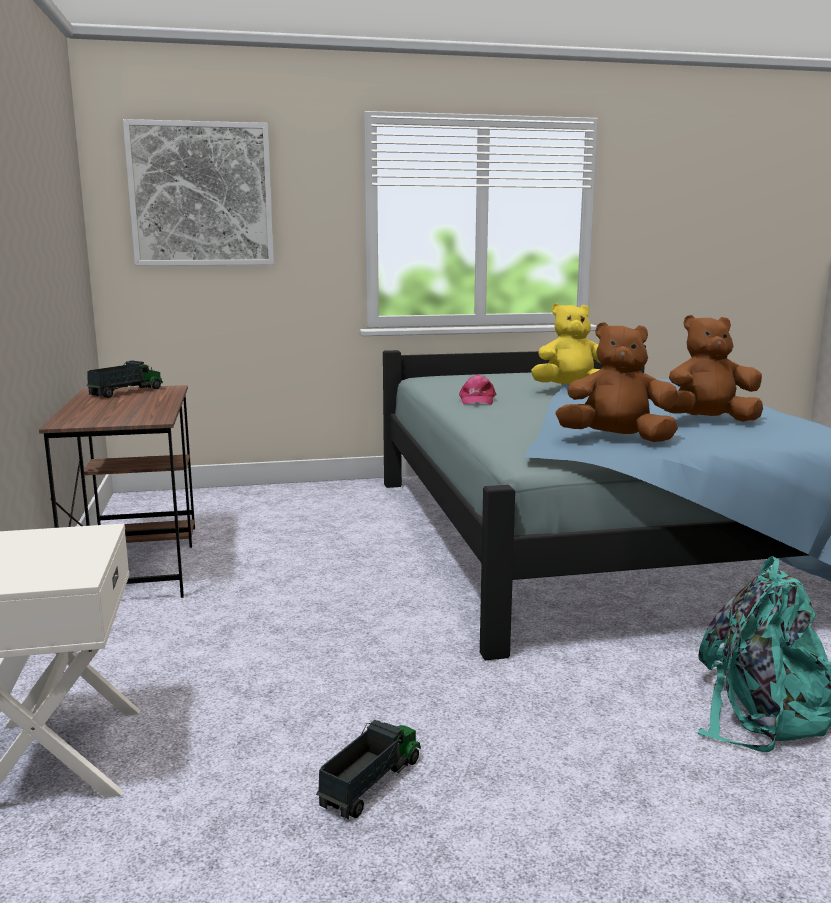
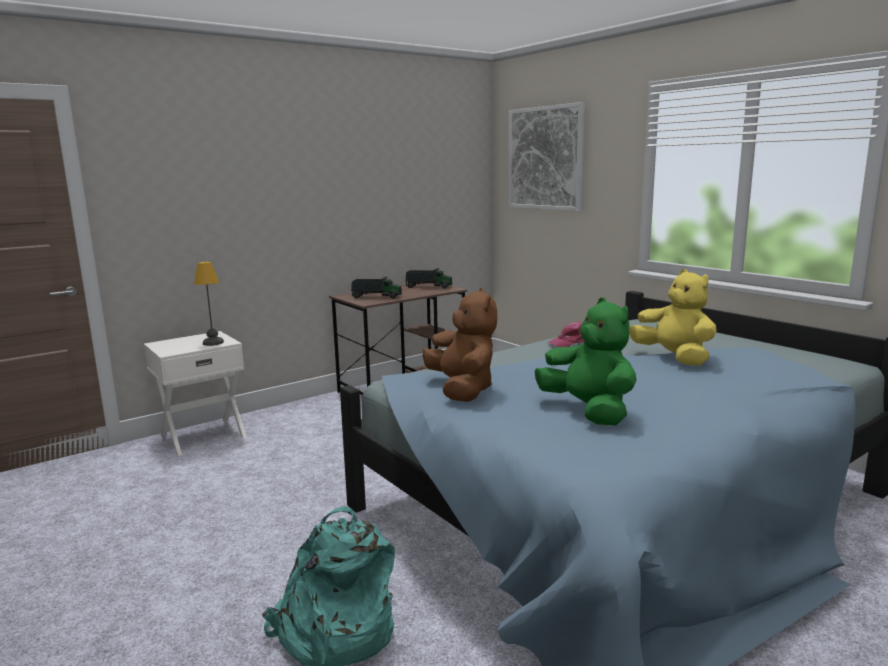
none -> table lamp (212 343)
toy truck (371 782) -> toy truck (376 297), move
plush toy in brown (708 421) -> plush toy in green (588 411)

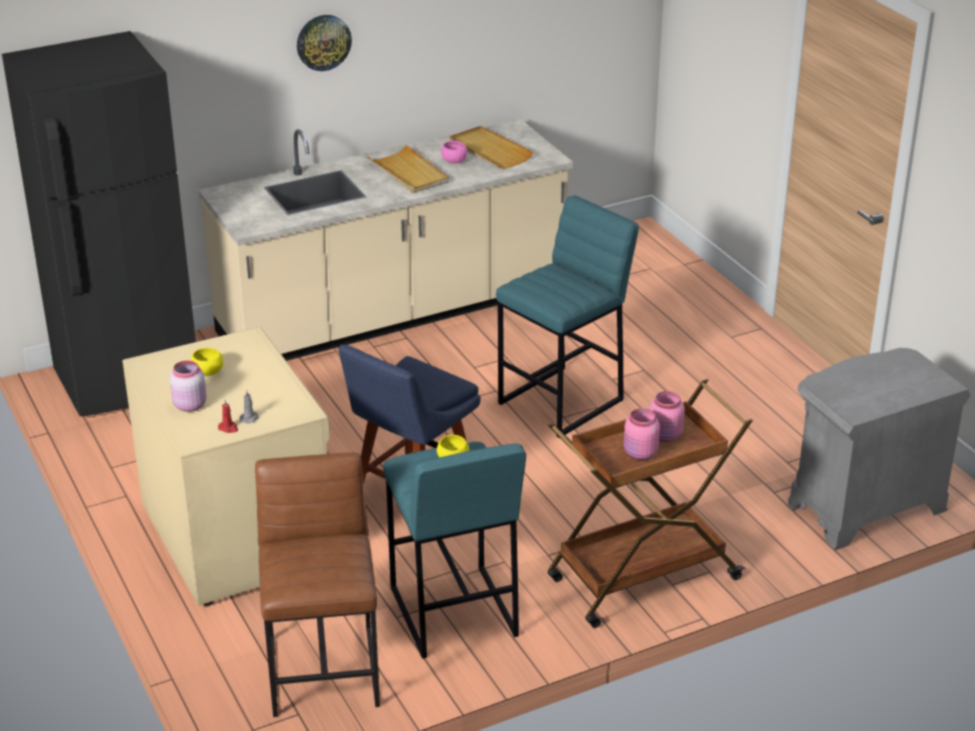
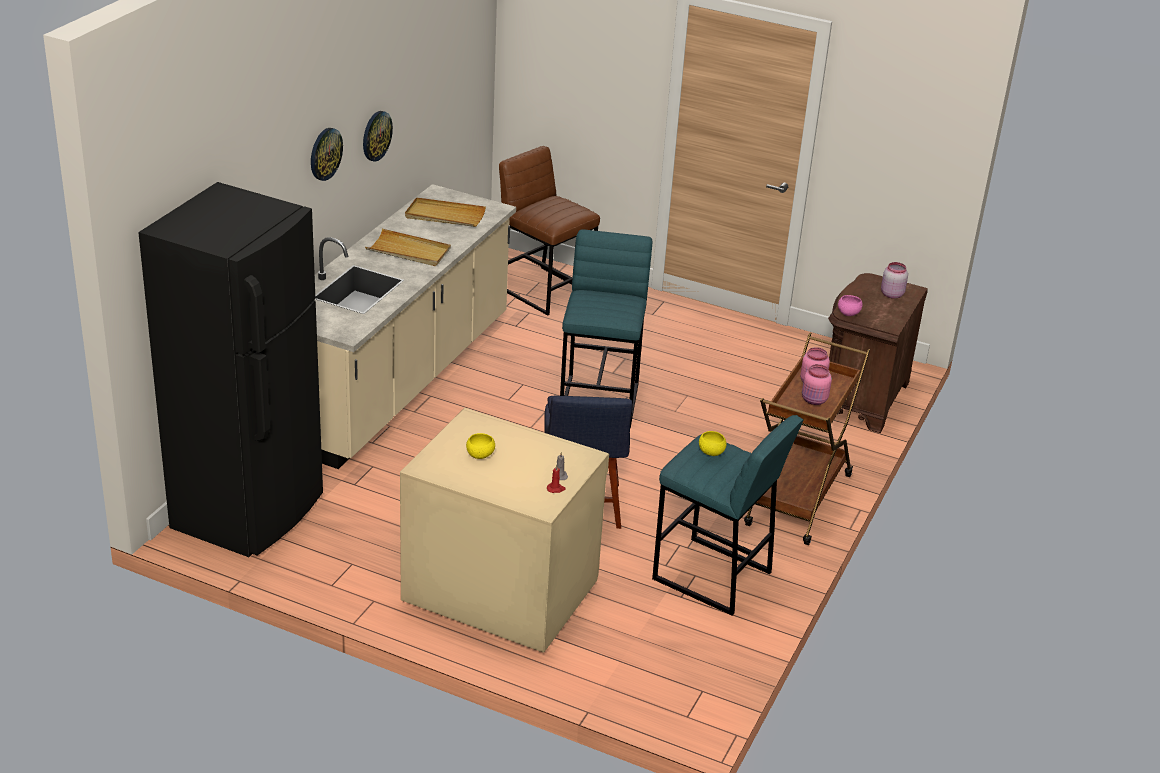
none -> wall clock (376 135)
chair in brown (323 669) -> chair in brown (544 290), move
nightstand in grey (861 504) -> nightstand in brown (859 398)
bowl in pink (454 161) -> bowl in pink (848 314), move
jar in pink (189 405) -> jar in pink (891 294), move

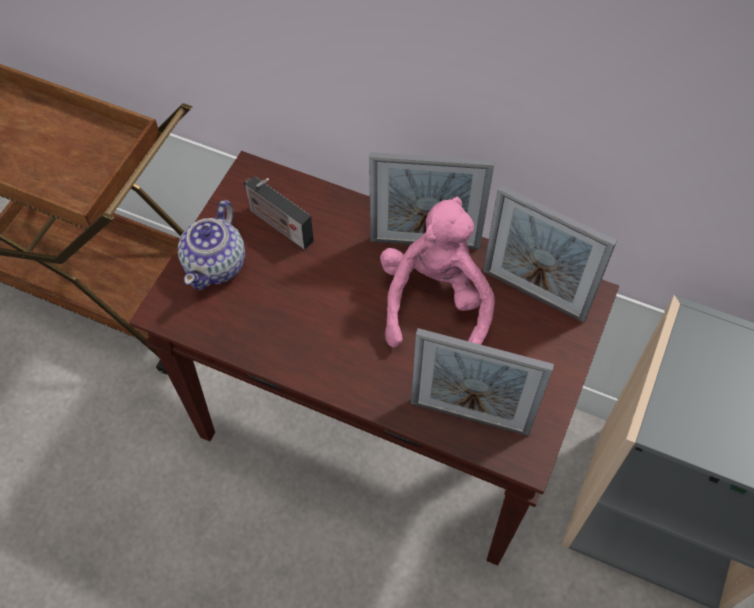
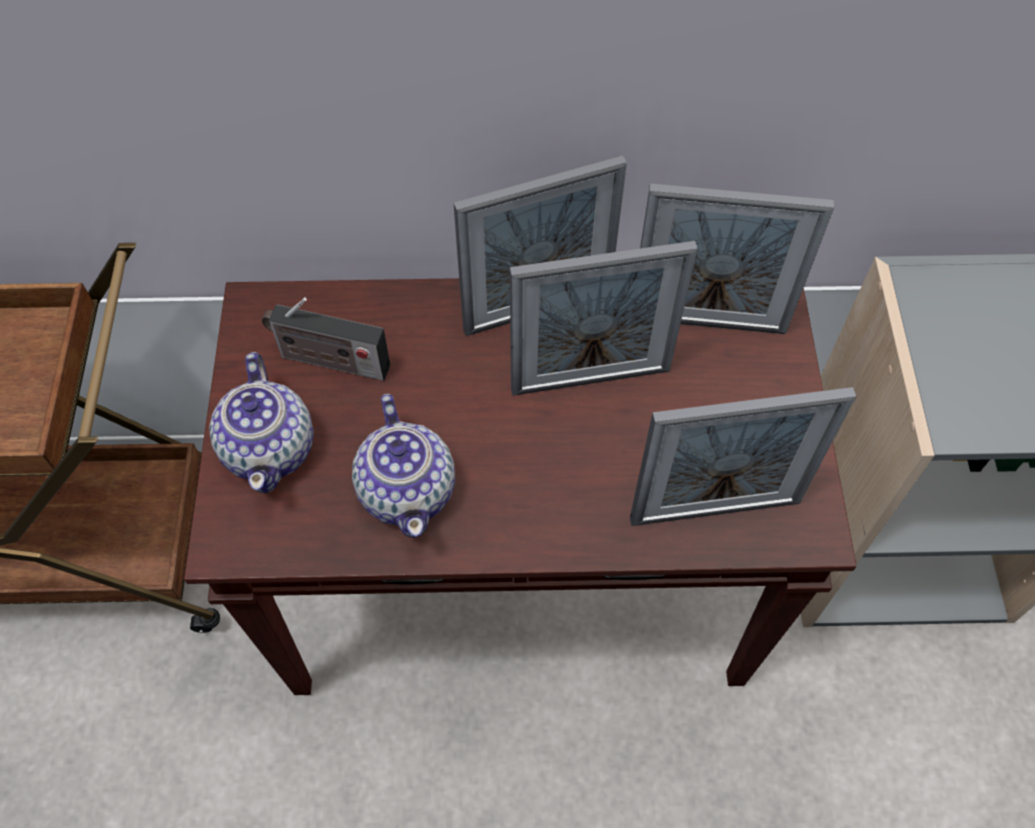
none -> teapot (408 490)
plush toy in pink (435 301) -> picture frame (590 380)

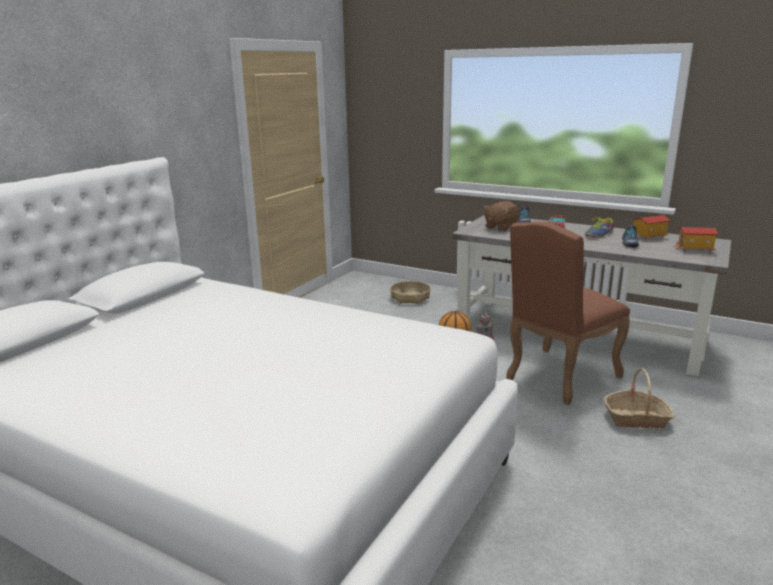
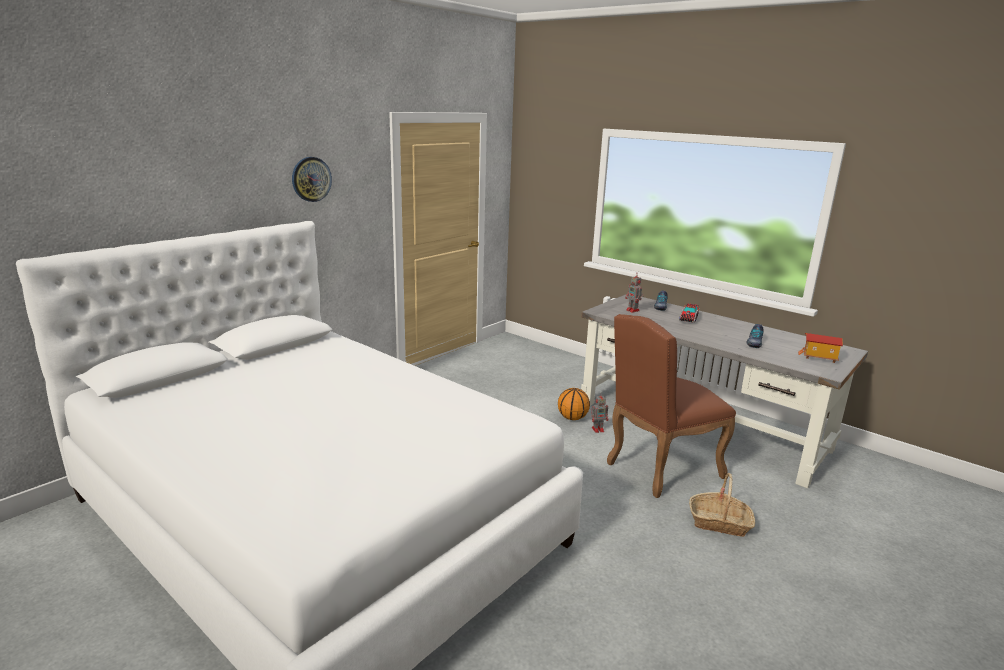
none -> wall clock (311 179)
plush toy in brown (500 227) -> toy robot (633 310)
basket (410 298) -> none
shoe (599 234) -> none
toy house (648 237) -> none

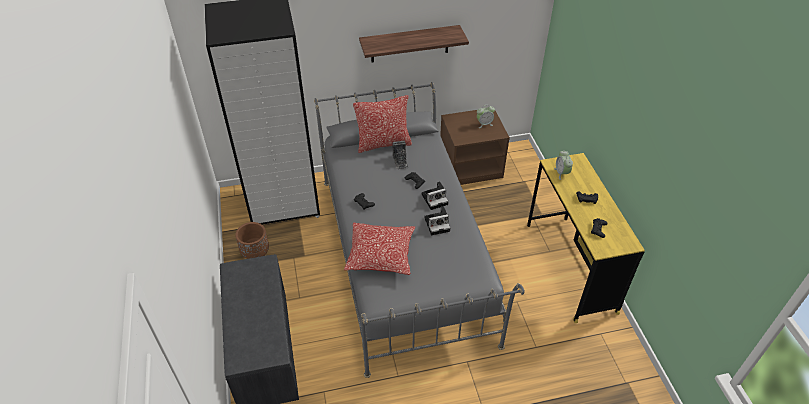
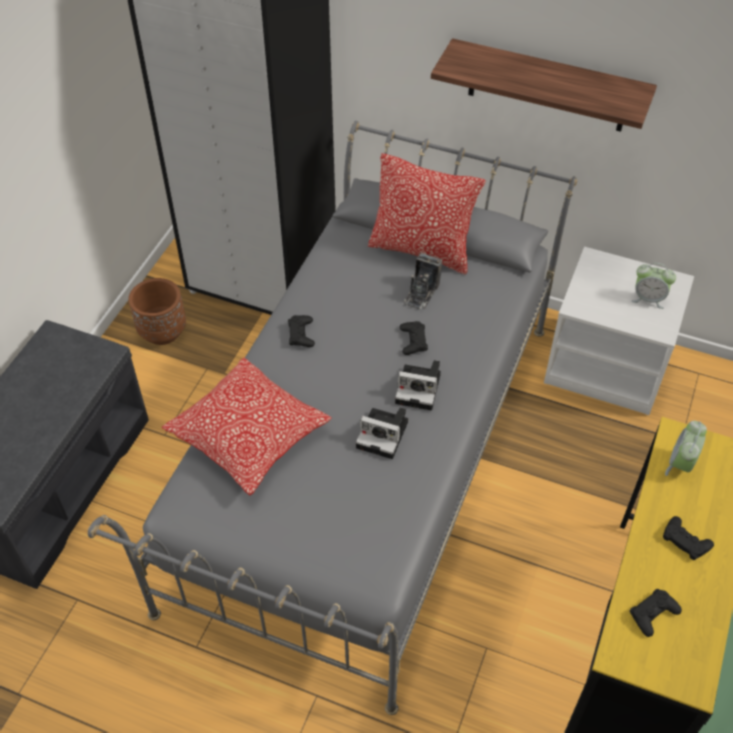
nightstand in brown (471 166) -> nightstand in white (608 365)

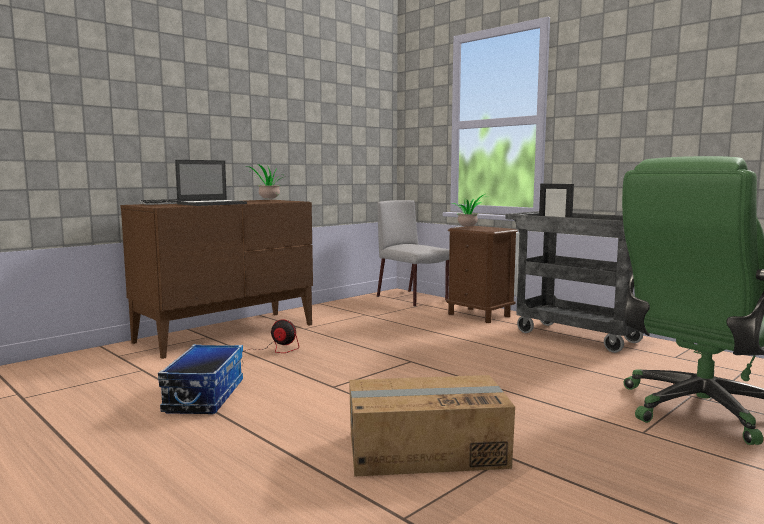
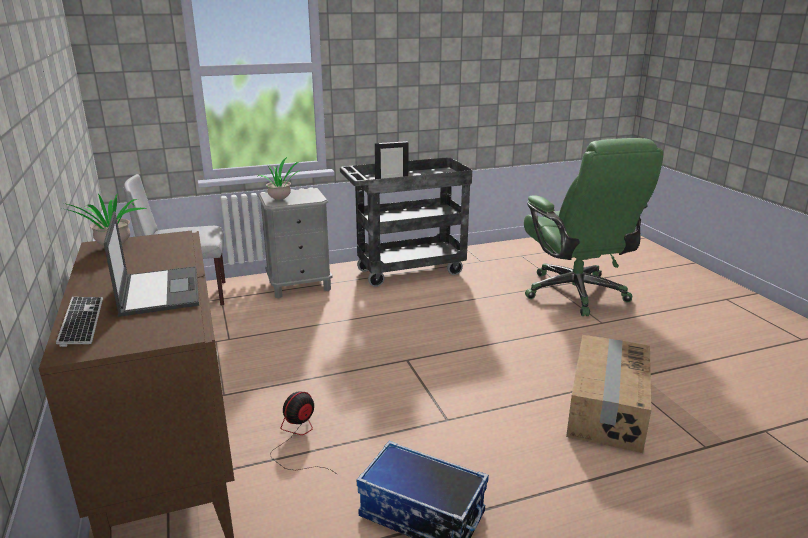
nightstand in brown (479 315) -> nightstand in grey (300 286)

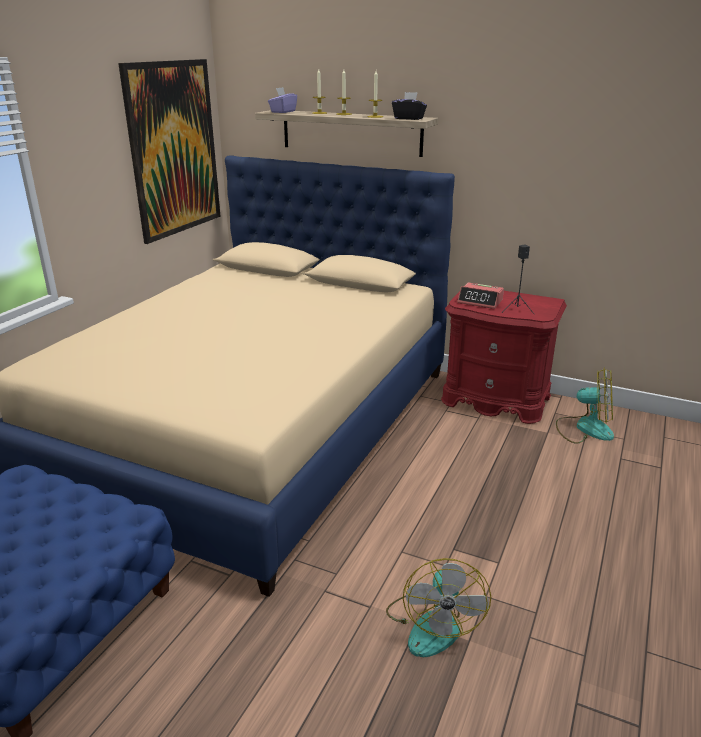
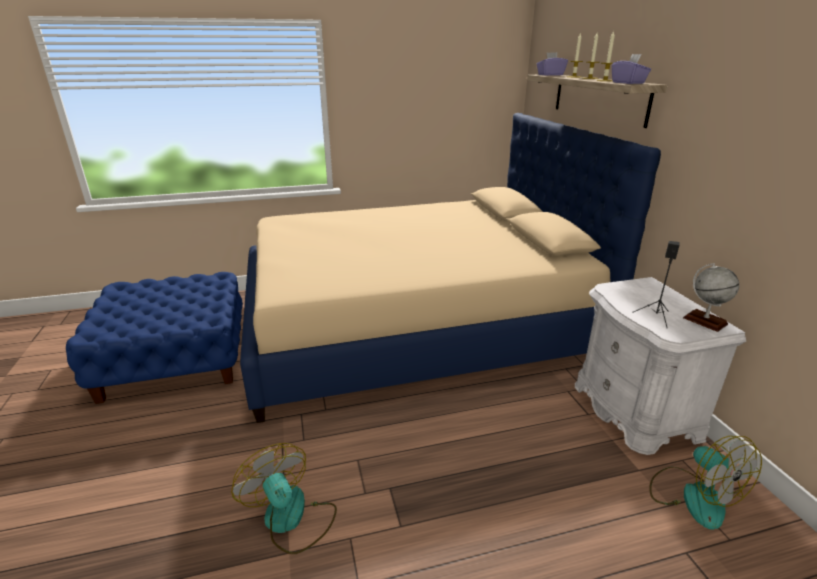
fan (432 624) -> fan (291 519), 90 degrees clockwise
nightstand in red (495 401) -> nightstand in white (630 411)
tissue box in black (409 118) -> tissue box in purple (628 83)
none -> globe (704 321)
picture (174 149) -> none
alarm clock (480 301) -> none

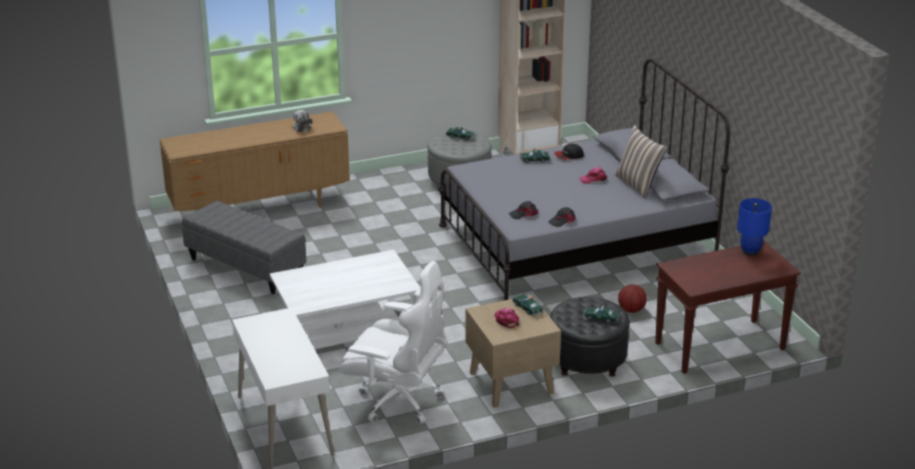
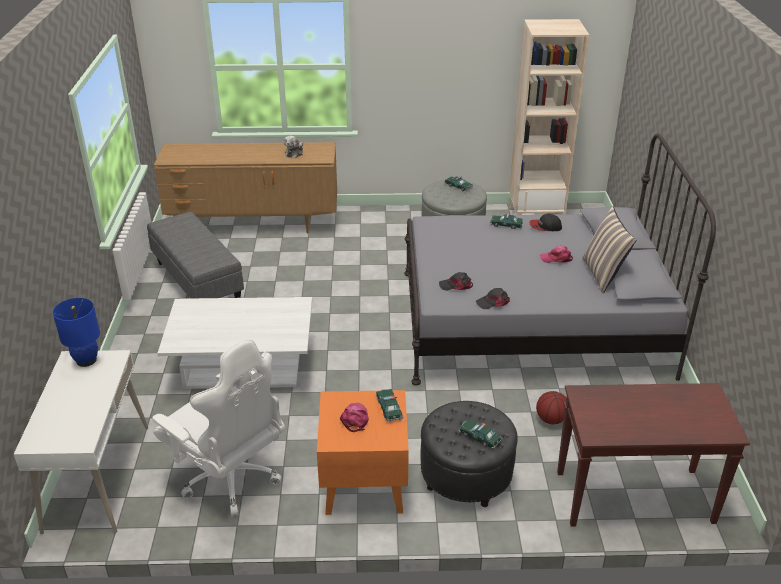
table lamp in blue (750 252) -> table lamp in blue (86 360), move
nightstand in beige (510 383) -> nightstand in orange (363 485)

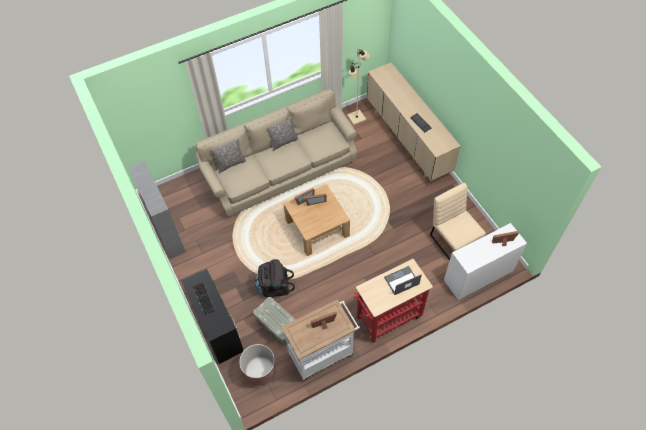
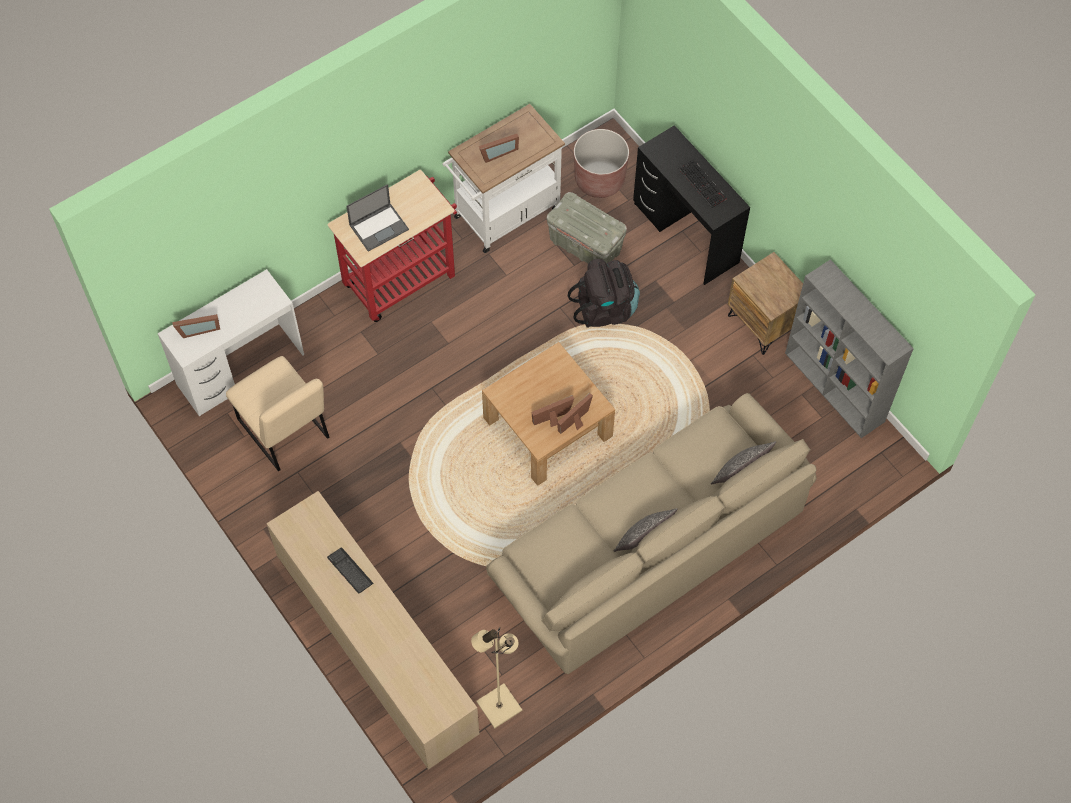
none -> nightstand in brown (764 322)

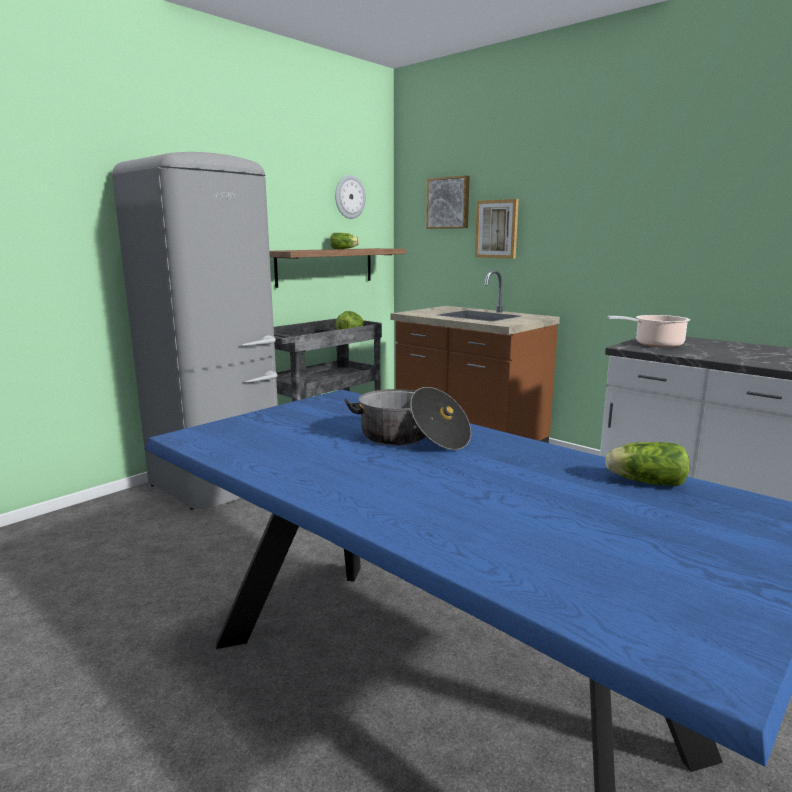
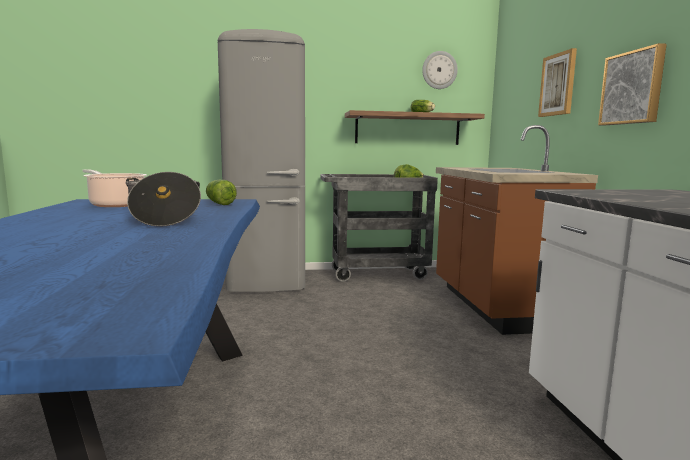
cooking pot (655 344) -> cooking pot (116 204), move
lettuce (643 482) -> lettuce (219 203), move
picture (448 203) -> picture (633 88), move

